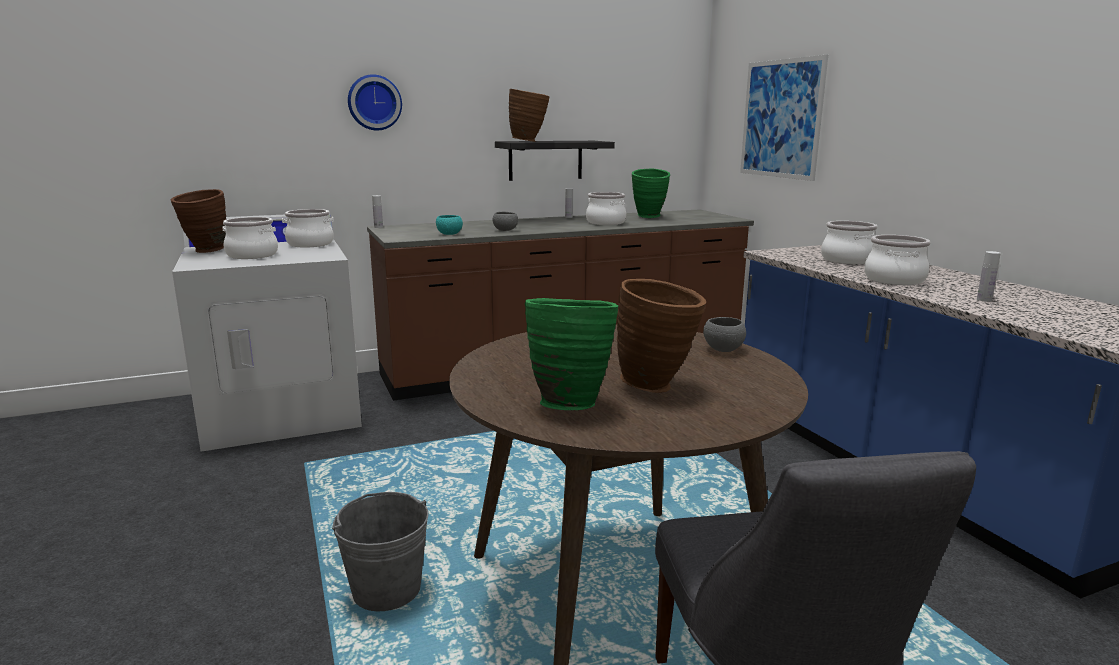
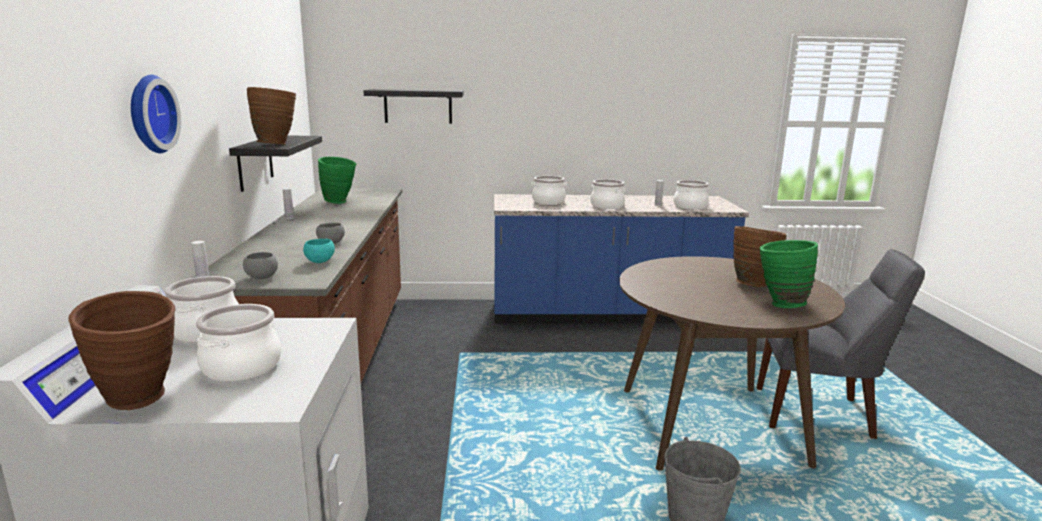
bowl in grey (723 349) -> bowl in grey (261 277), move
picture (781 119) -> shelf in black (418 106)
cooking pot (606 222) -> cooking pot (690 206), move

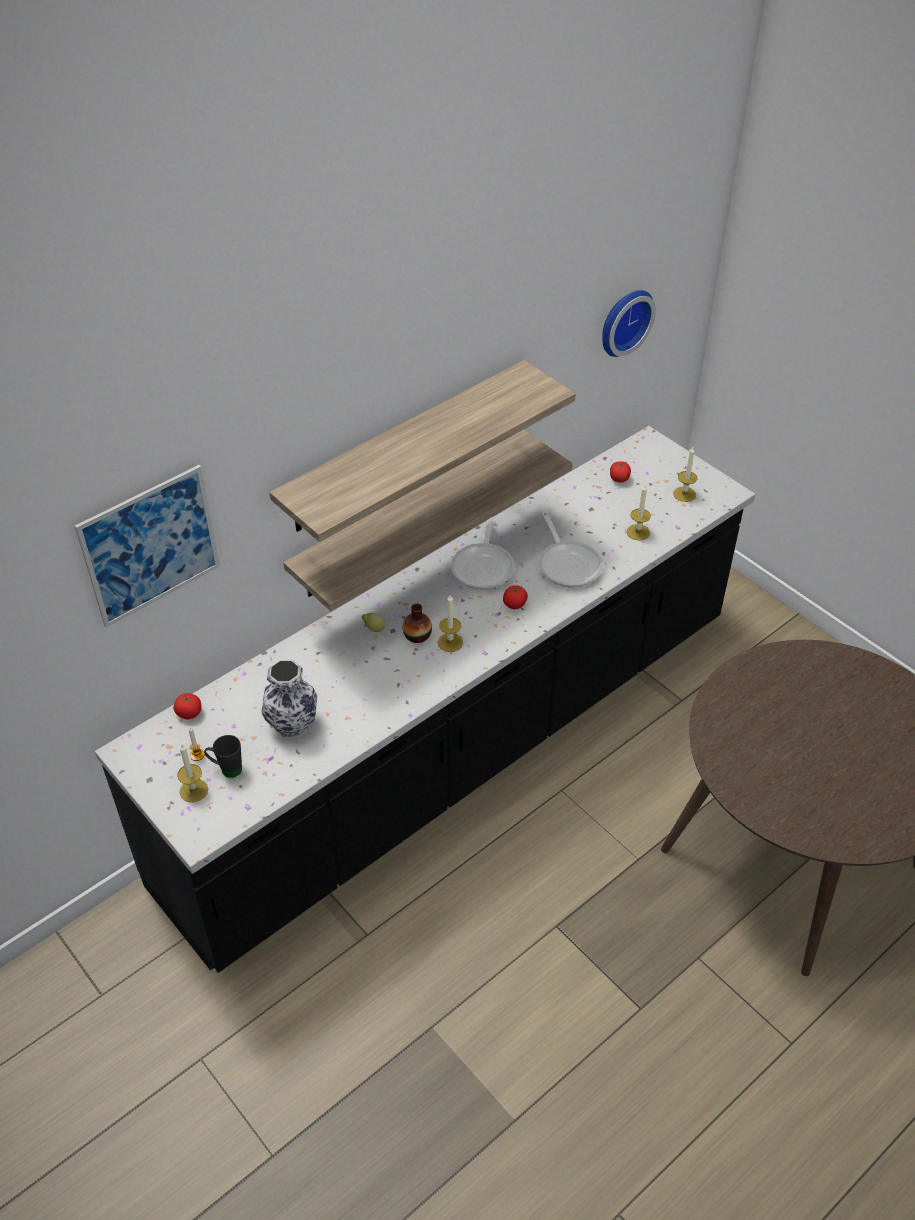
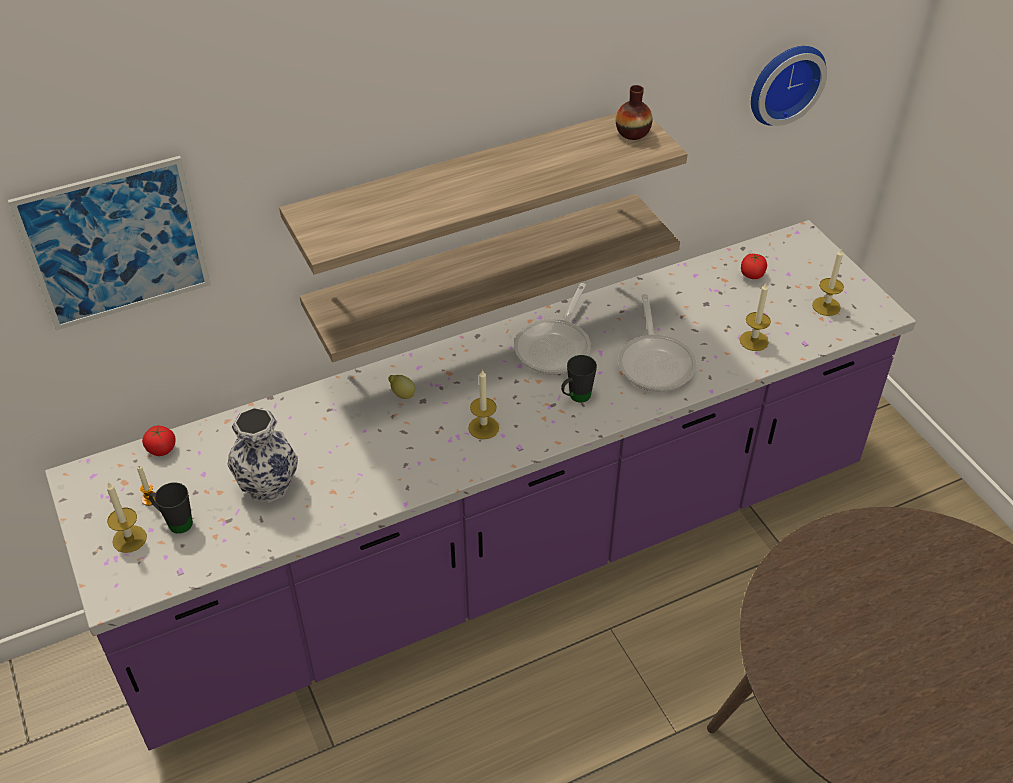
counter in black (457 749) -> counter in purple (506 553)
tomato (515 604) -> mug in black (575 398)
vase (417 635) -> vase (632 132), move

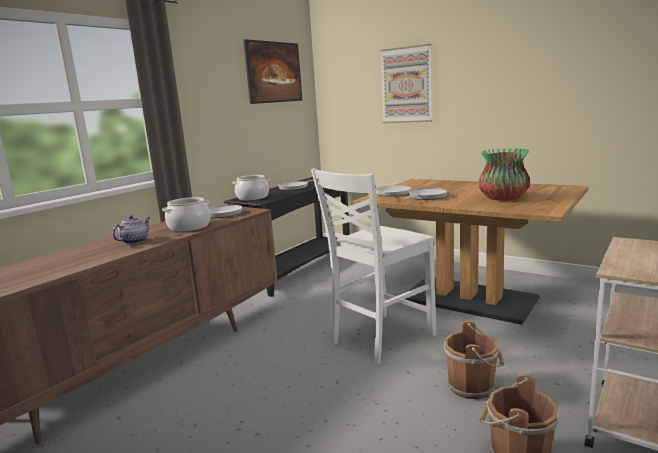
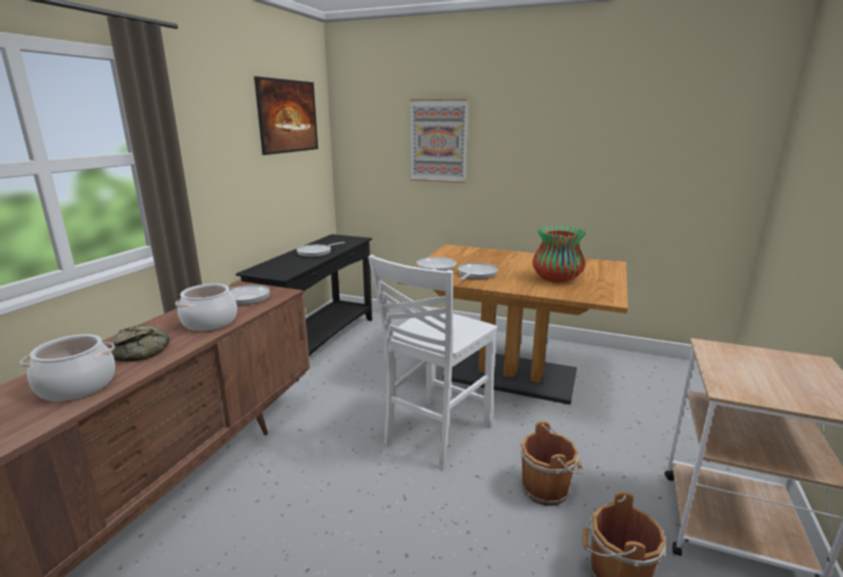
cooking pot (252 197) -> cooking pot (77 386), move
teapot (135 241) -> bread (142 350)

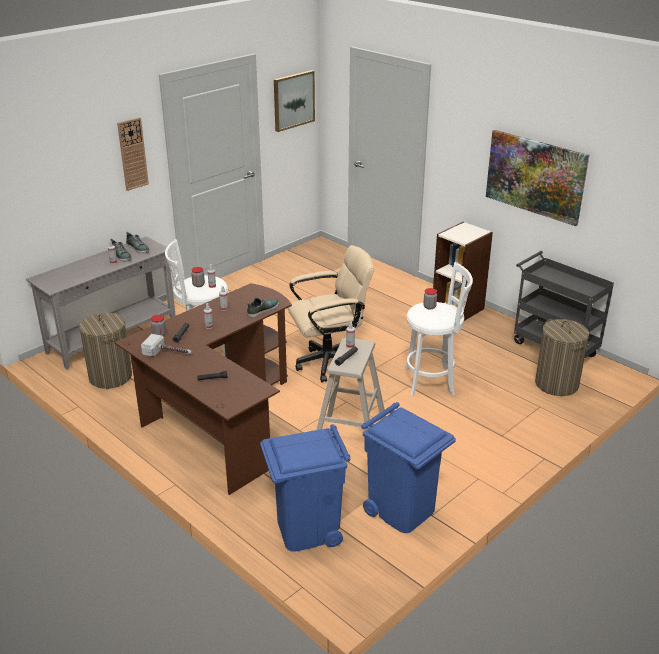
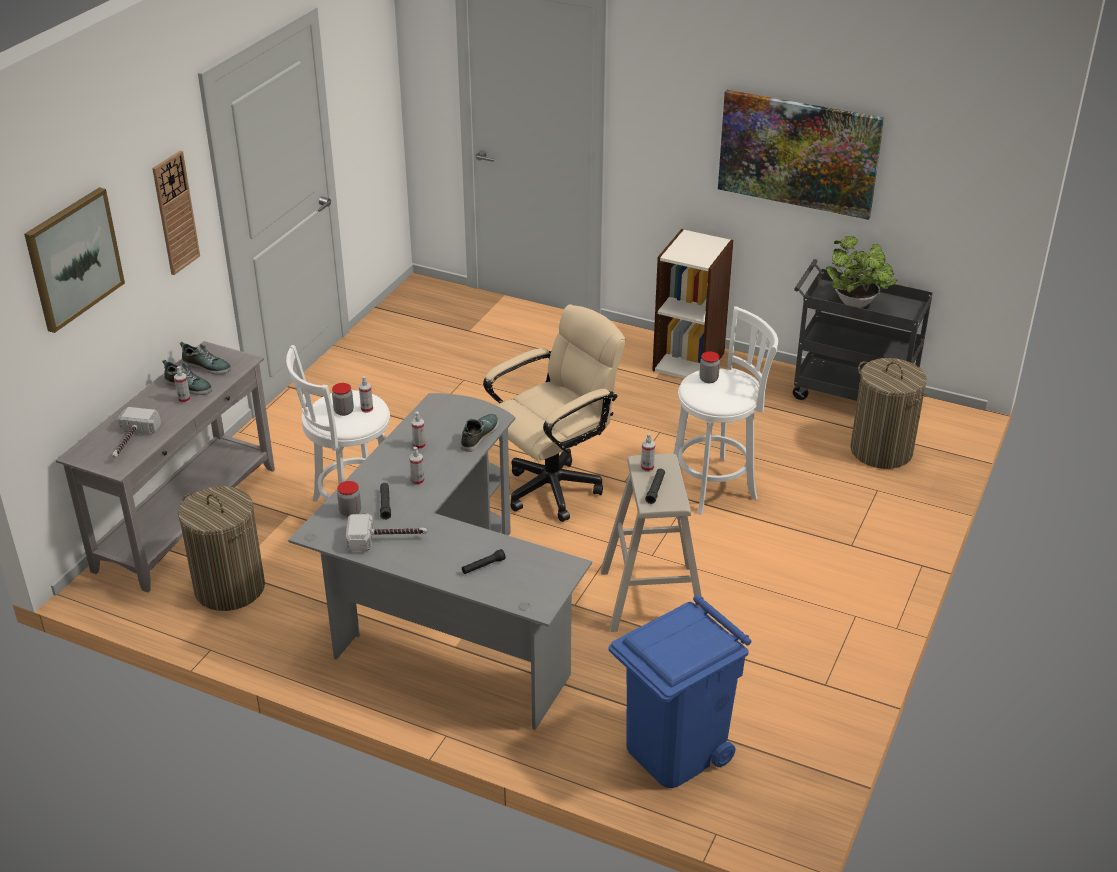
picture (293 100) -> picture (73 258), move
none -> hammer (130 442)
desk in brown (217 418) -> desk in grey (442 616)
none -> potted plant (857 304)
trash can in blue (402 510) -> none

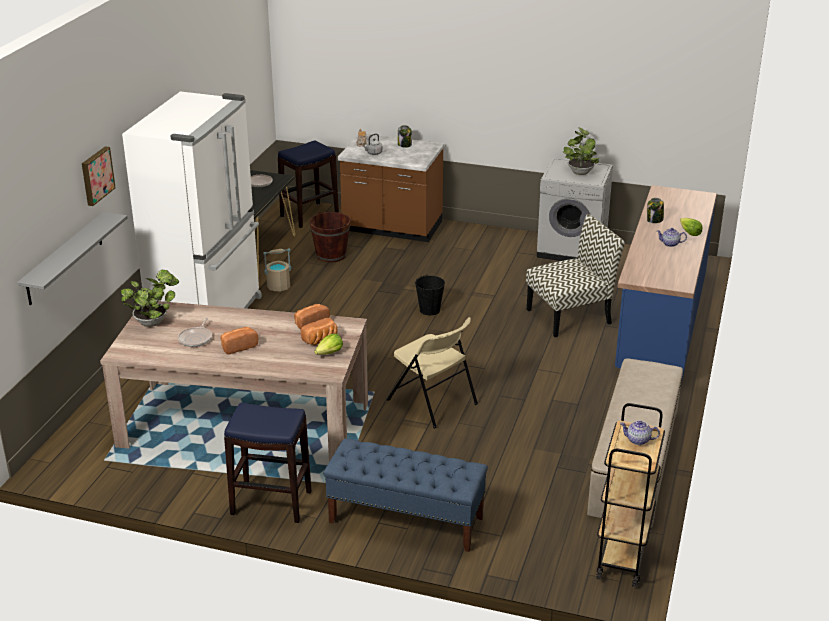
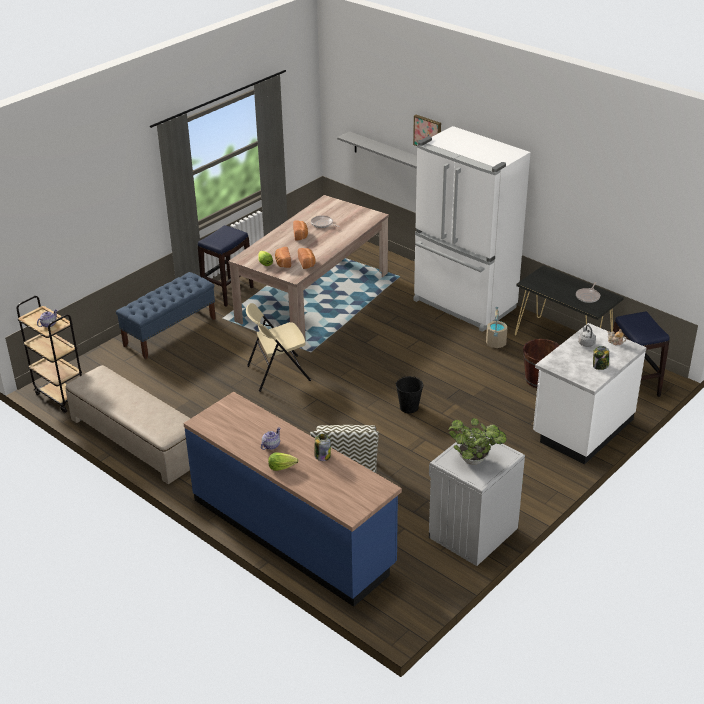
counter in brown (392 228) -> counter in white (581 428)
potted plant (153 322) -> none

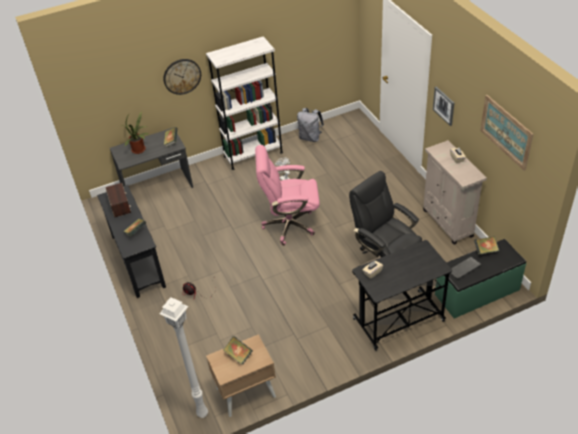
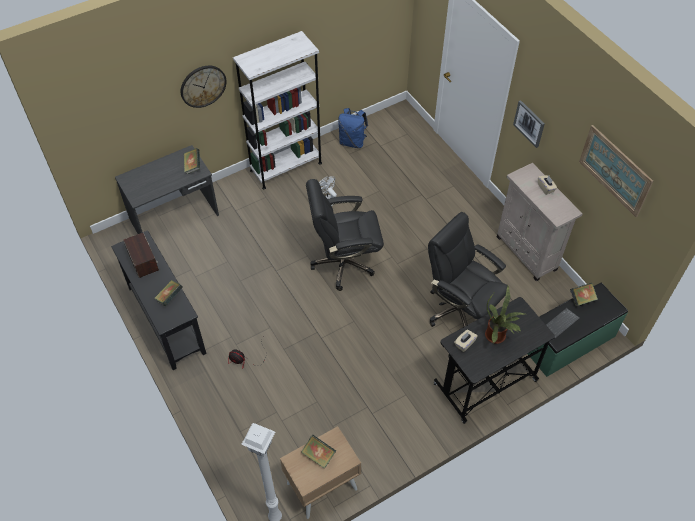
office chair in pink (290 225) -> office chair in black (344 263)
backpack in grey (310 137) -> backpack in blue (352 142)
potted plant (140 150) -> potted plant (497 336), move

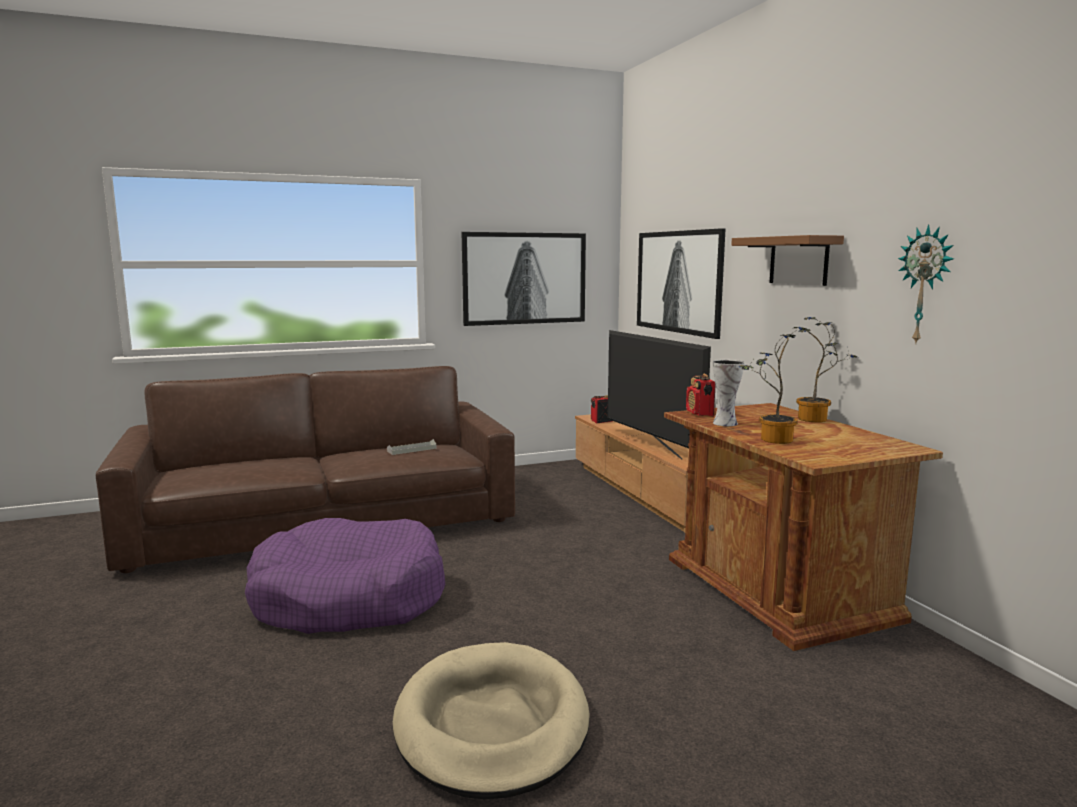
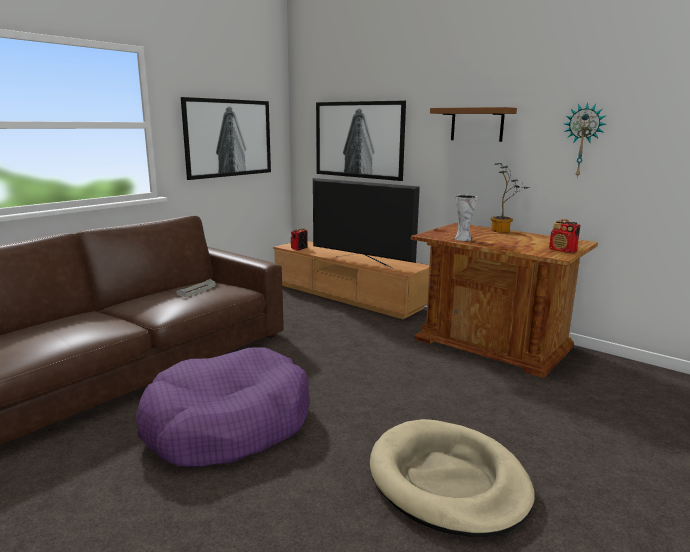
radio (700 413) -> radio (562 251), move
potted plant (771 439) -> none

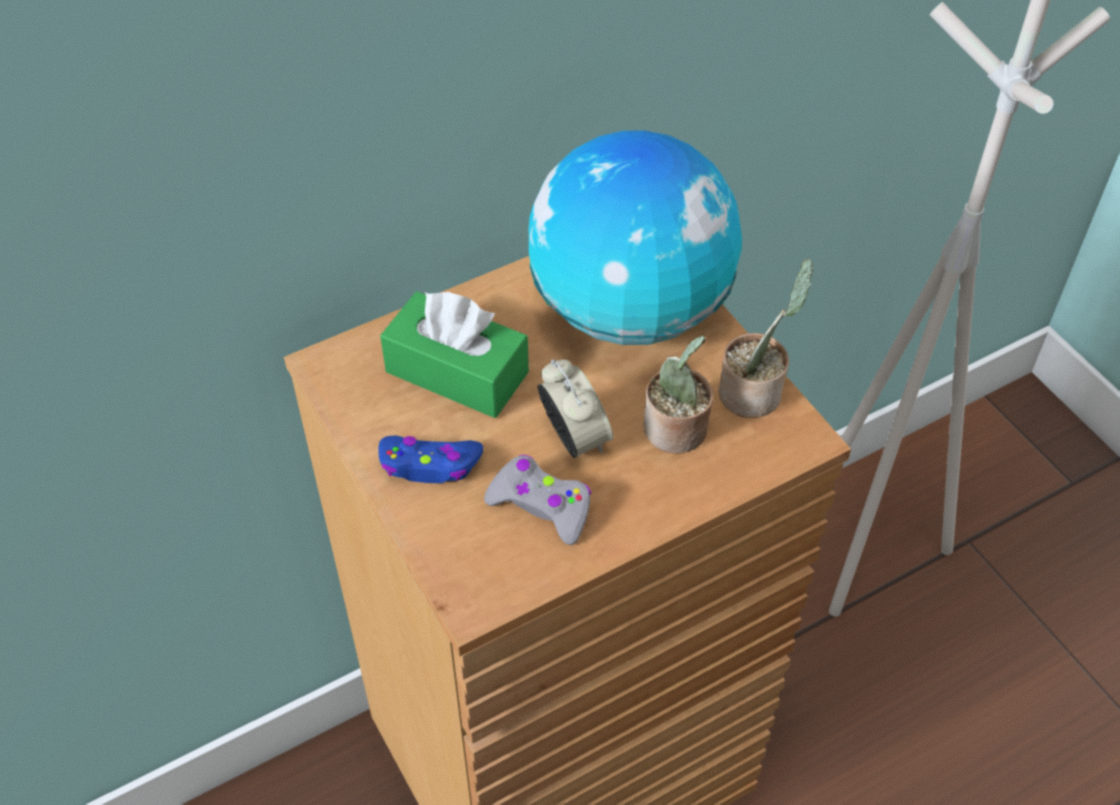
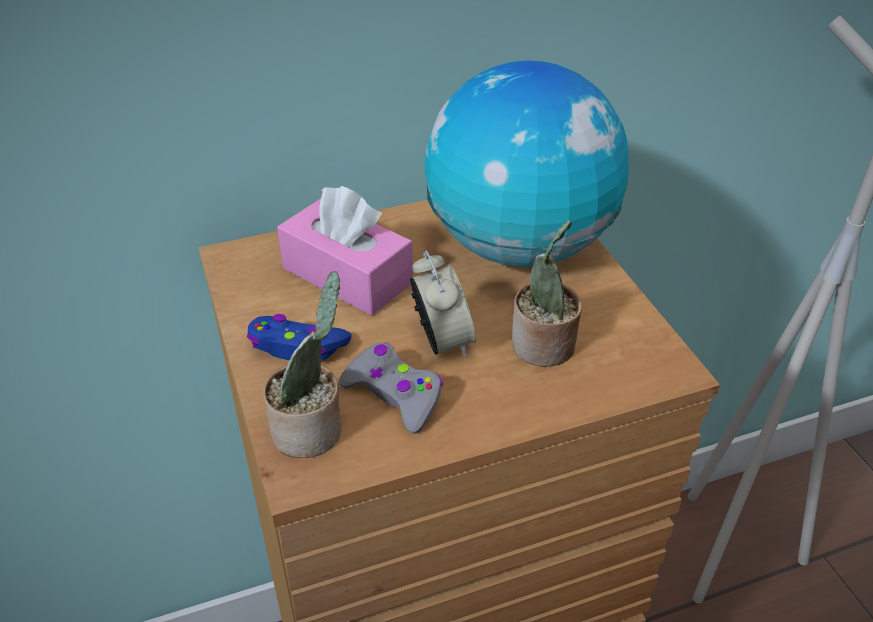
potted plant (754 392) -> potted plant (312 430), move
tissue box in green (457 372) -> tissue box in pink (347 275)

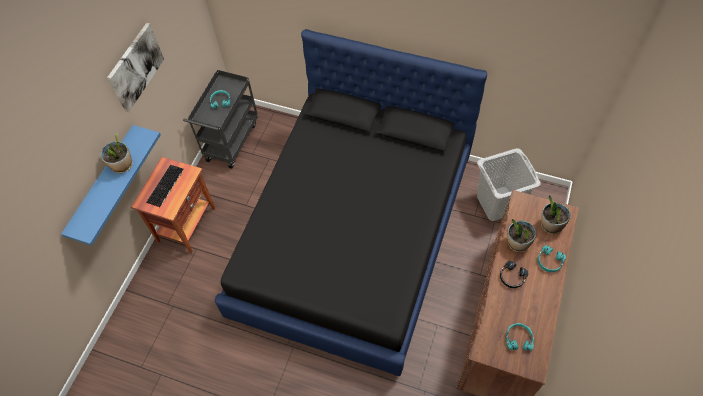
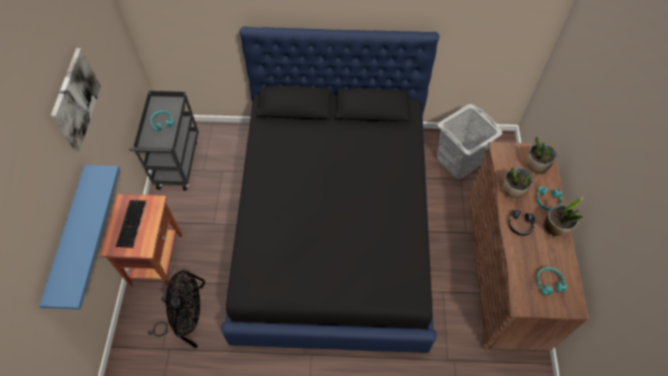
none -> fan in black (185 318)
potted plant (122 165) -> potted plant (554 228), move

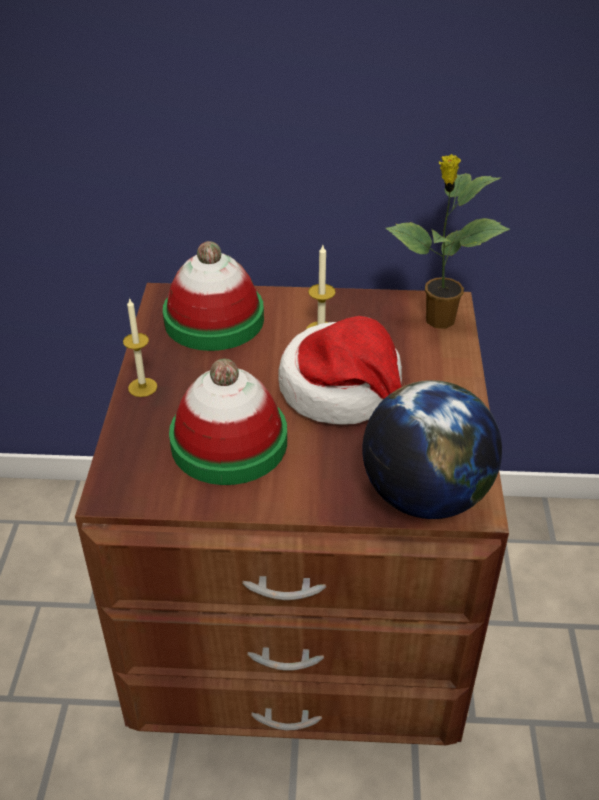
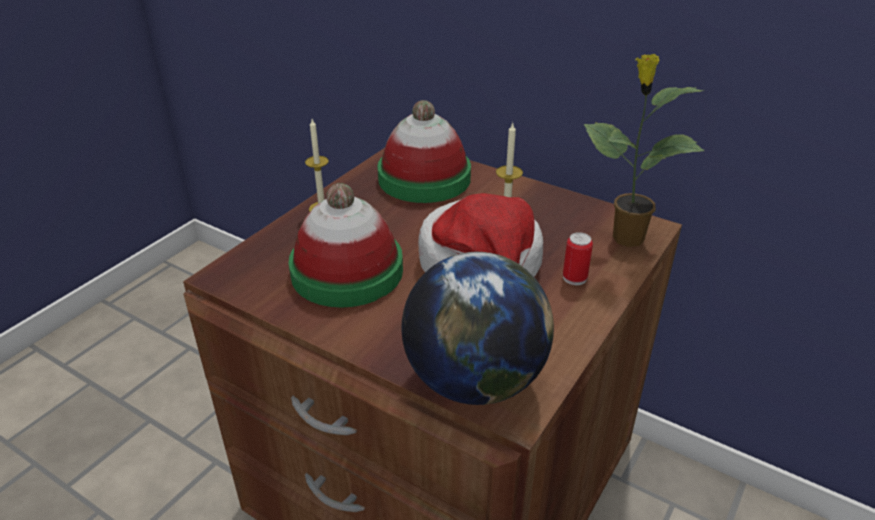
none -> can (574 278)

